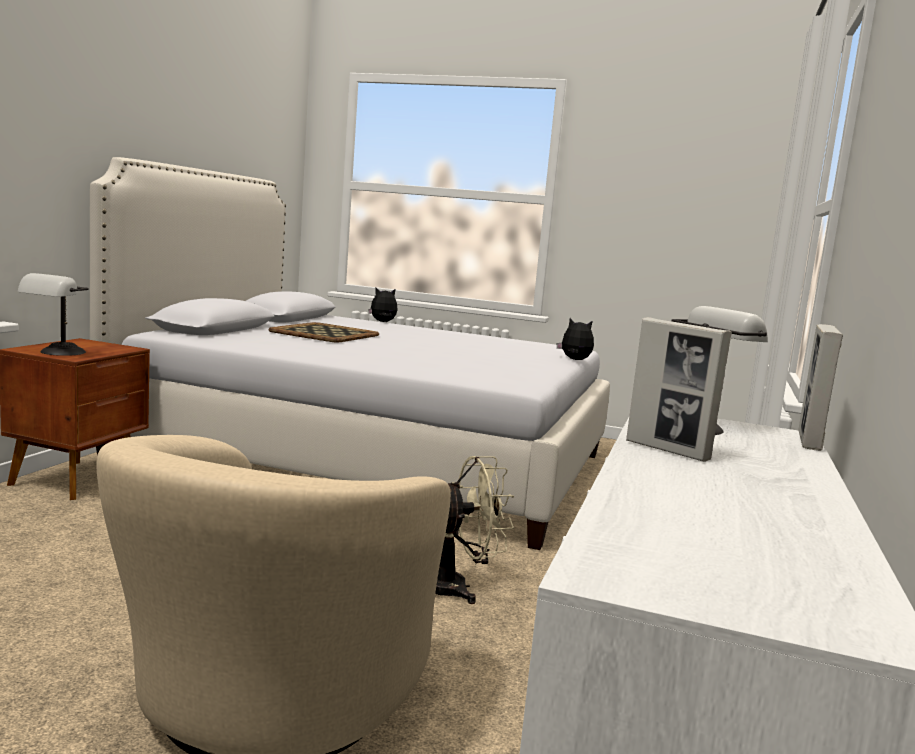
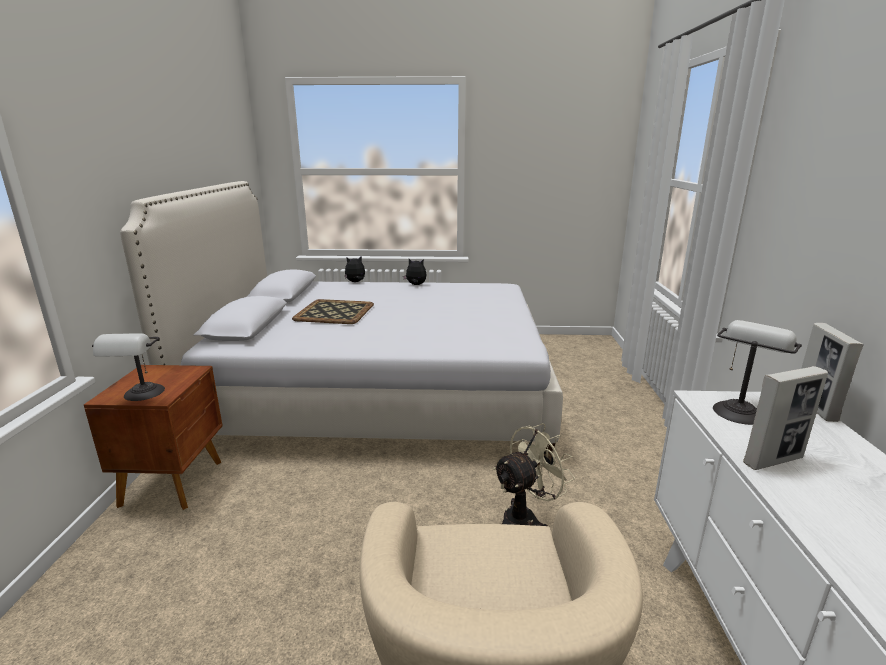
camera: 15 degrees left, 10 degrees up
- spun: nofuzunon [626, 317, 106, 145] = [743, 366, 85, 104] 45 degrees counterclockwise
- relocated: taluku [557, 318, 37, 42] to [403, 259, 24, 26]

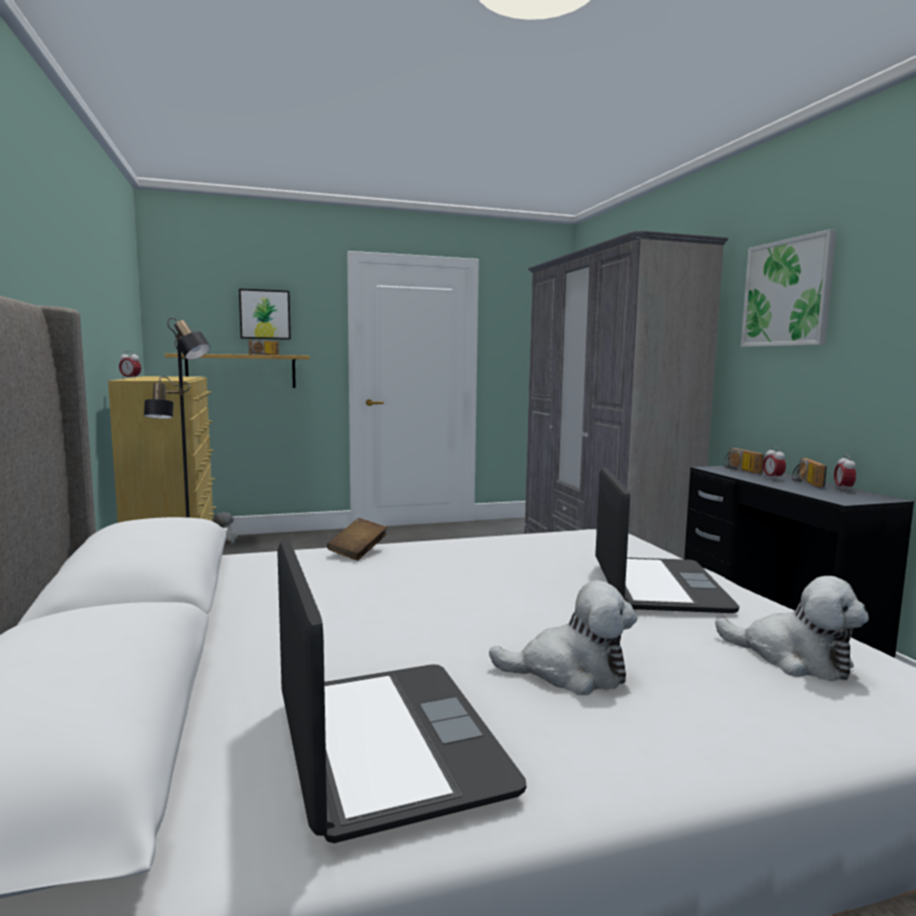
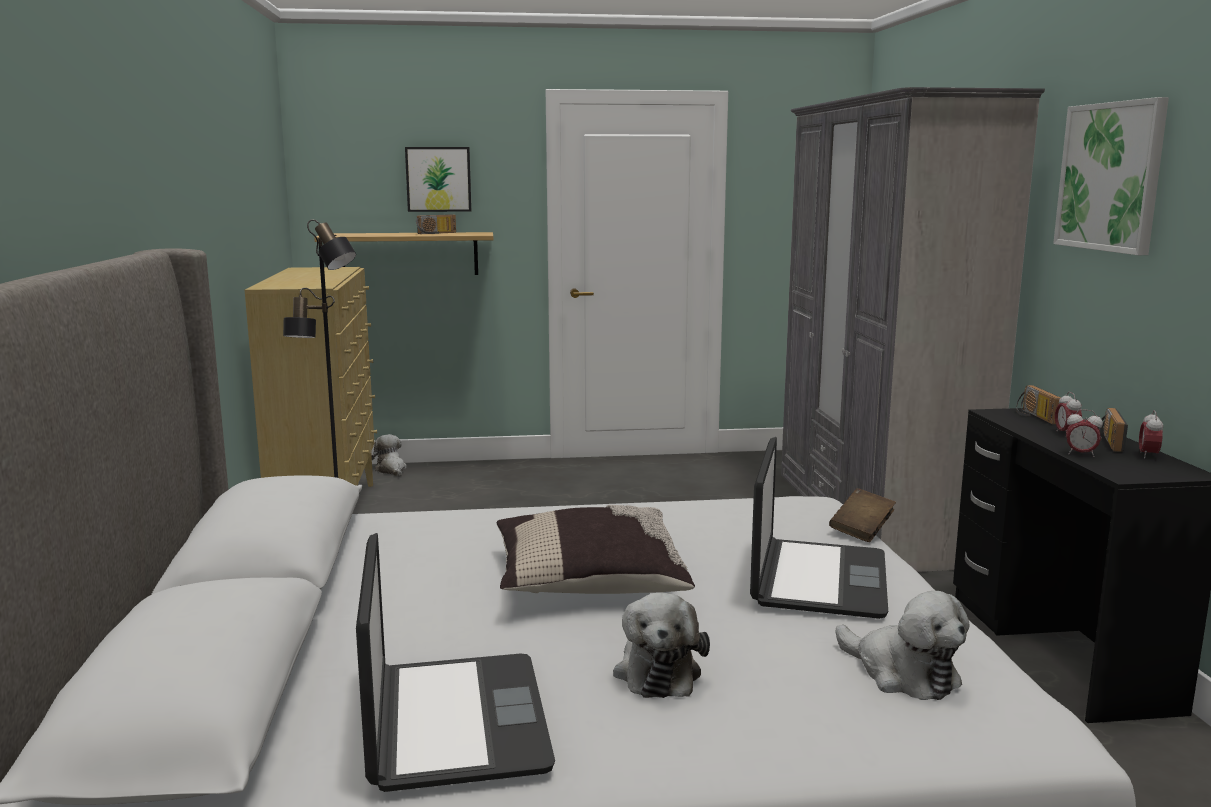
camera: 10 degrees right, 5 degrees up
- relocated: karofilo [119, 351, 22, 28] to [1066, 409, 37, 48]
- relocated: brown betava [327, 518, 60, 42] to [829, 488, 67, 54]
- spun: taluku [489, 580, 148, 115] = [613, 593, 97, 105] 75 degrees clockwise
- appeared: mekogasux [497, 505, 198, 89]

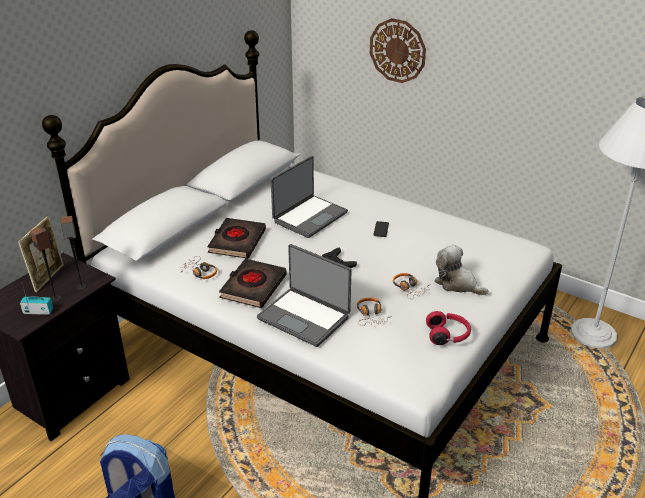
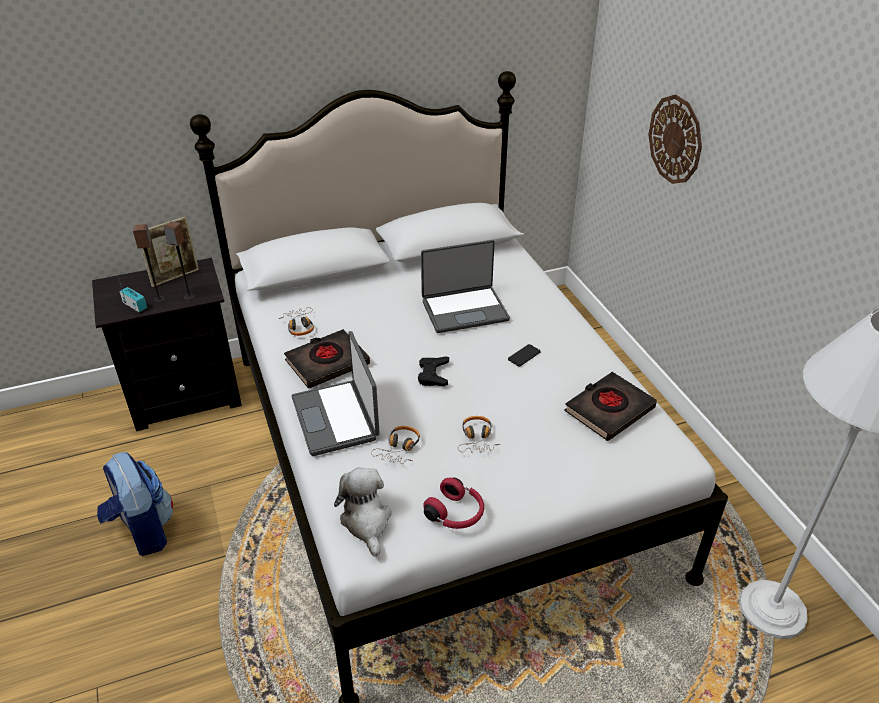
camera: 35 degrees right, 5 degrees up
- relocated: black betava [207, 218, 59, 41] to [564, 372, 93, 69]
- relocated: taluku [435, 245, 53, 50] to [334, 467, 58, 90]

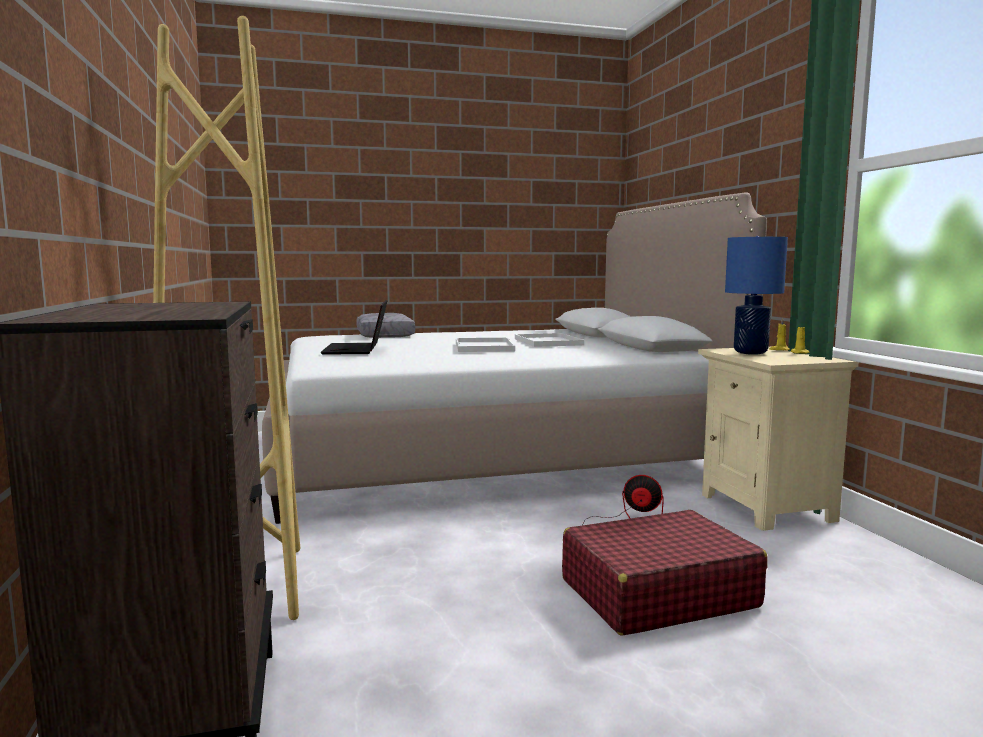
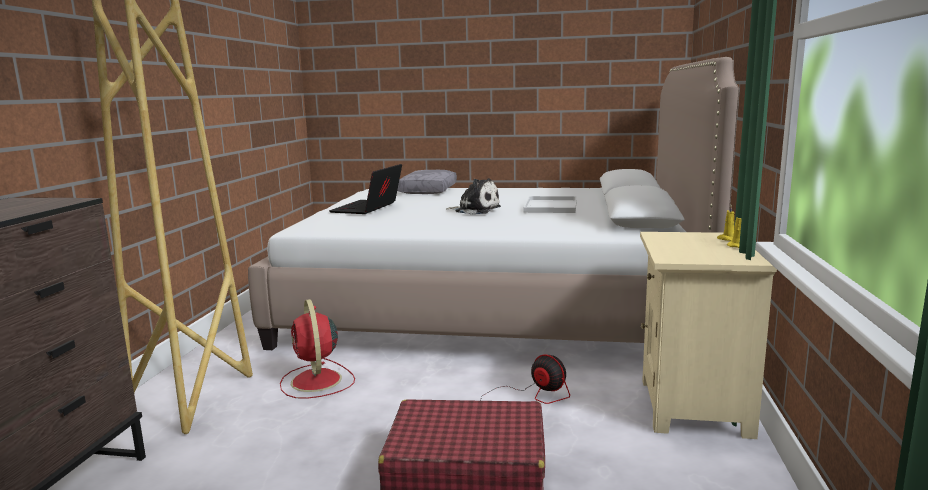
camera: 25 degrees right, 5 degrees up
- missing: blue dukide [725, 236, 63, 119]
- exchanged: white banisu [456, 337, 59, 15] to taluku [446, 178, 55, 37]
- appeared: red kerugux [280, 299, 75, 100]

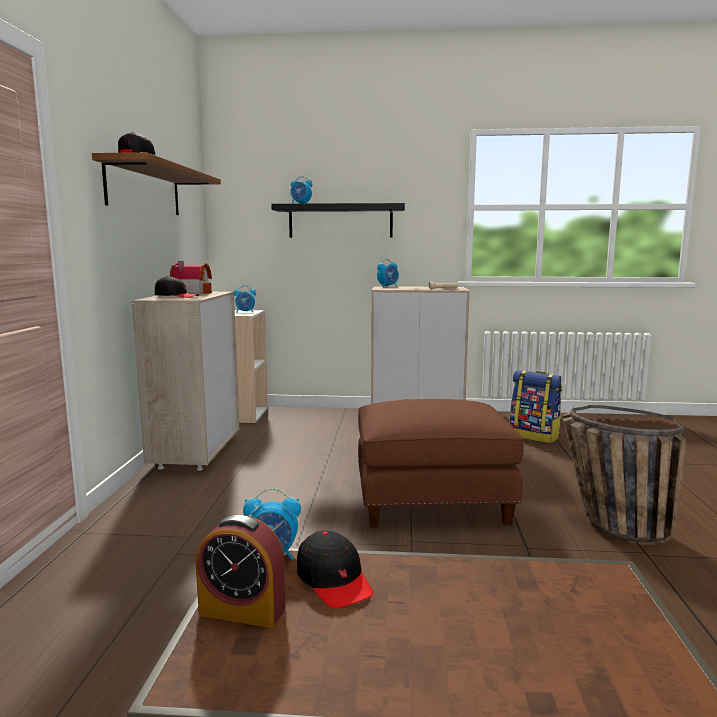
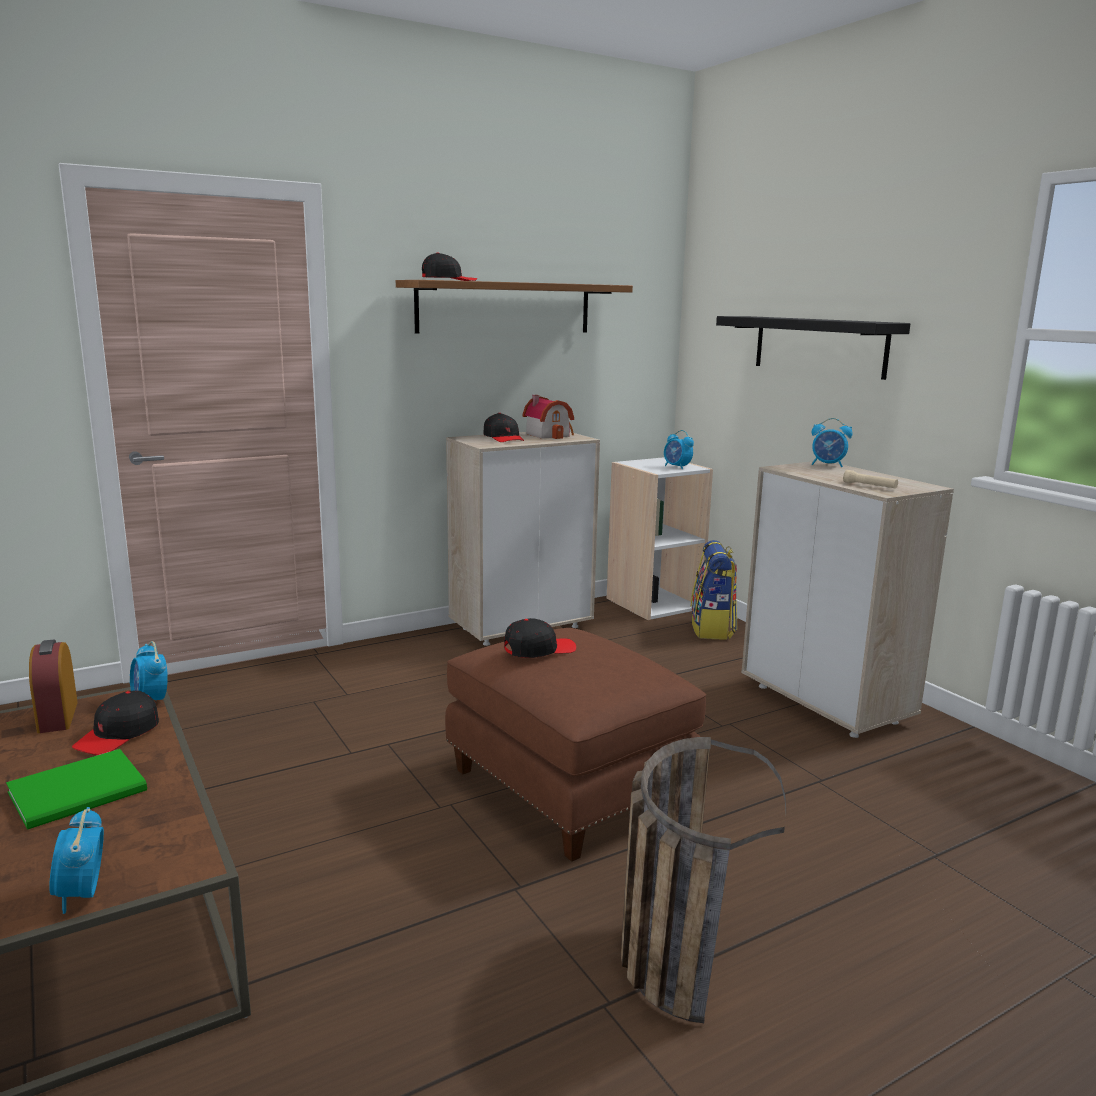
camera: 55 degrees right, 5 degrees up
- relocated: karofilo [290, 176, 22, 28] to [49, 807, 55, 107]
- relocated: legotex [509, 370, 53, 73] to [691, 540, 46, 99]
- appeared: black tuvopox [504, 618, 72, 40]
- appeared: green betava [6, 749, 141, 81]

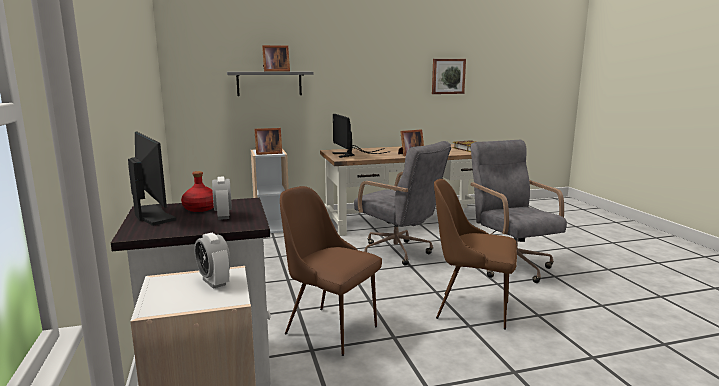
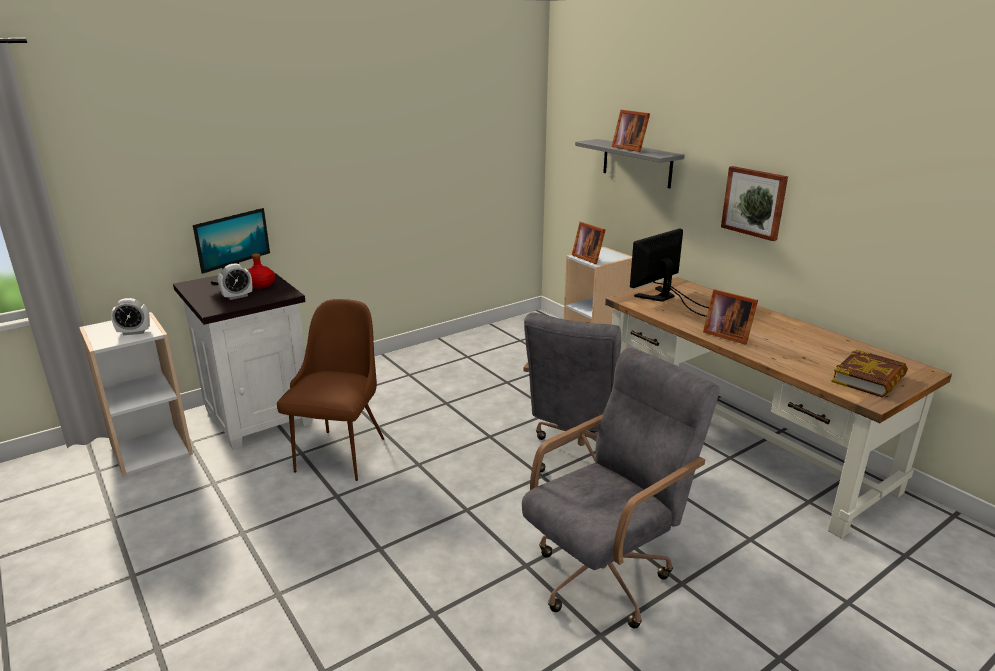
camera: 70 degrees right, 10 degrees up
- relocated: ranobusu [432, 59, 34, 35] to [721, 166, 67, 75]
- missing: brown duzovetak [434, 179, 83, 151]
- spun: karofilo [194, 233, 37, 56] = [111, 298, 39, 37] 135 degrees counterclockwise

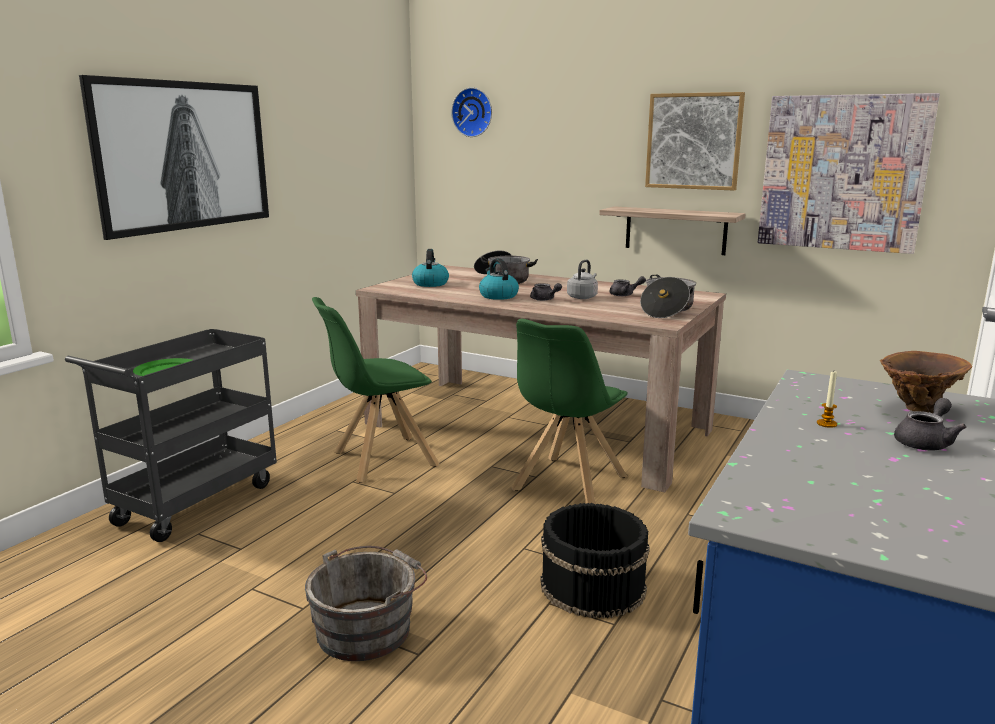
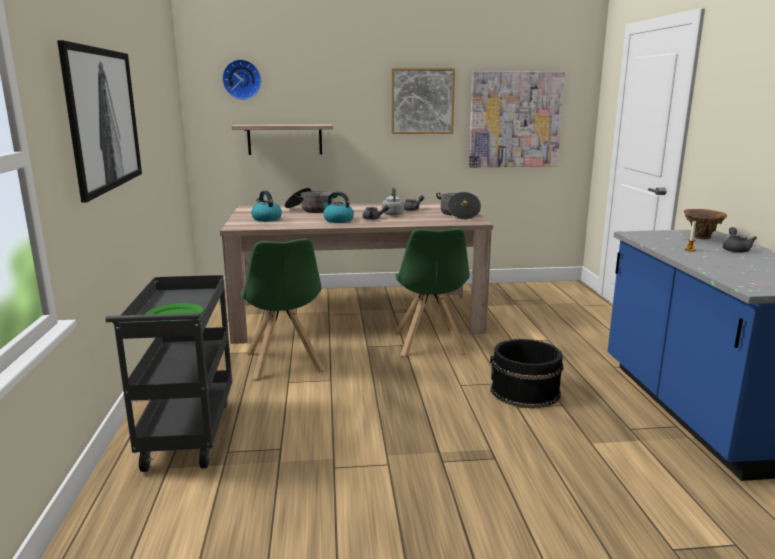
camera: 35 degrees left, 0 degrees up
- relocated: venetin [599, 206, 147, 49] to [231, 124, 102, 31]
- spun: green duzovetak [312, 297, 127, 186] = [241, 238, 83, 142] 45 degrees counterclockwise
- missing: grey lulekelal [305, 546, 122, 115]

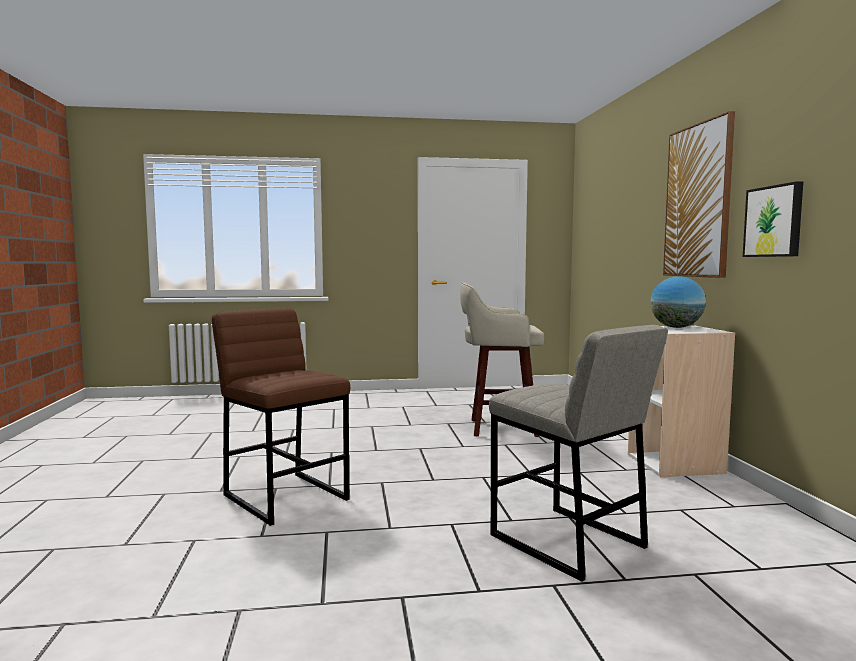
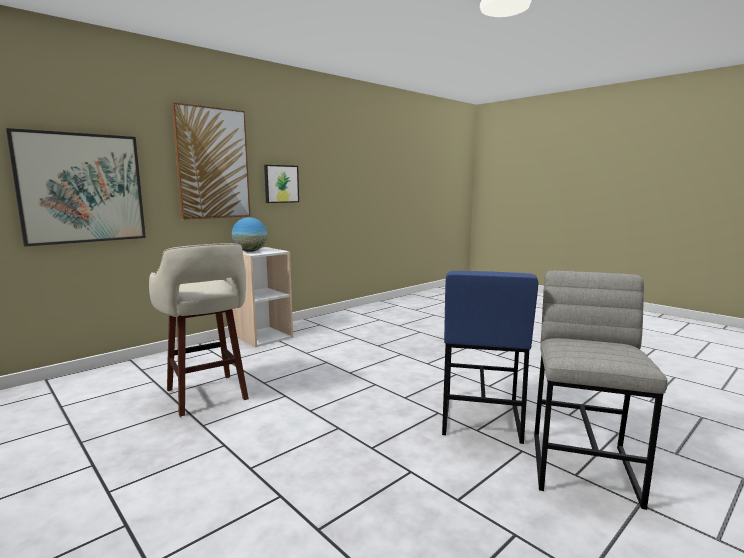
camera: 125 degrees left, 5 degrees up
- colour: brown duzovetak [212, 308, 138, 218] to blue duzovetak [442, 271, 96, 173]
- relocated: grey duzovetak [489, 325, 179, 257] to [534, 271, 133, 239]
- appeared: ranobusu [6, 128, 140, 119]

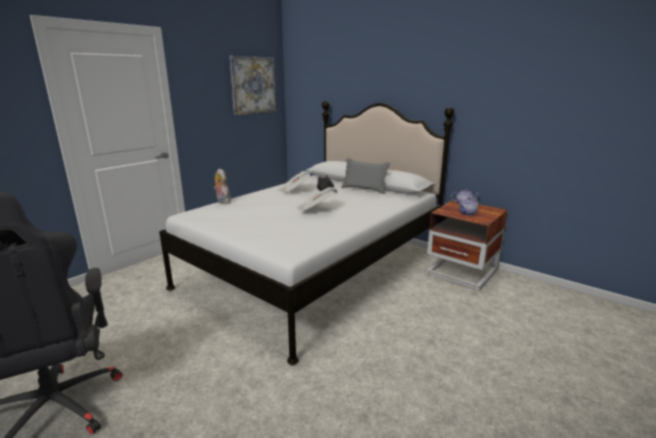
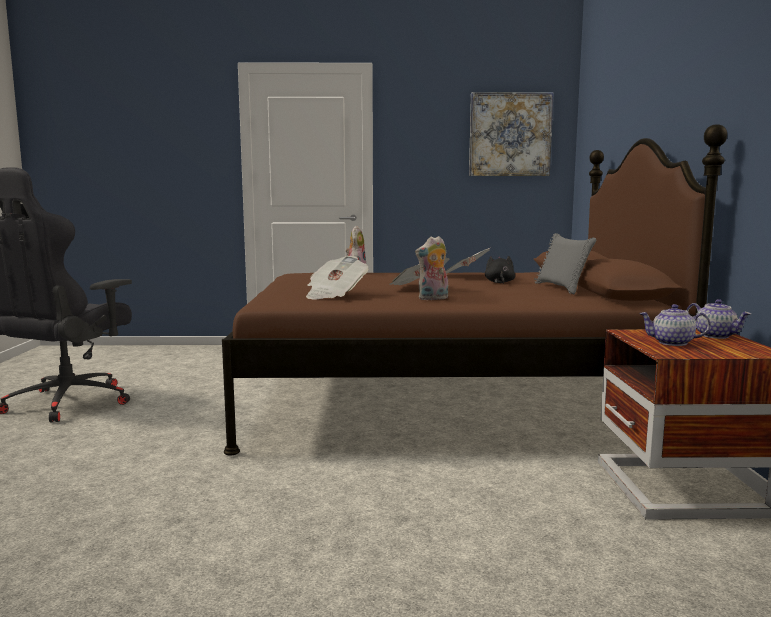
camera: 50 degrees right, 10 degrees down
- colour: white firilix [159, 101, 296, 264] to brown firilix [222, 124, 505, 331]
- appeared: taluku [415, 236, 33, 64]
- appeared: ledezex [306, 256, 63, 44]

